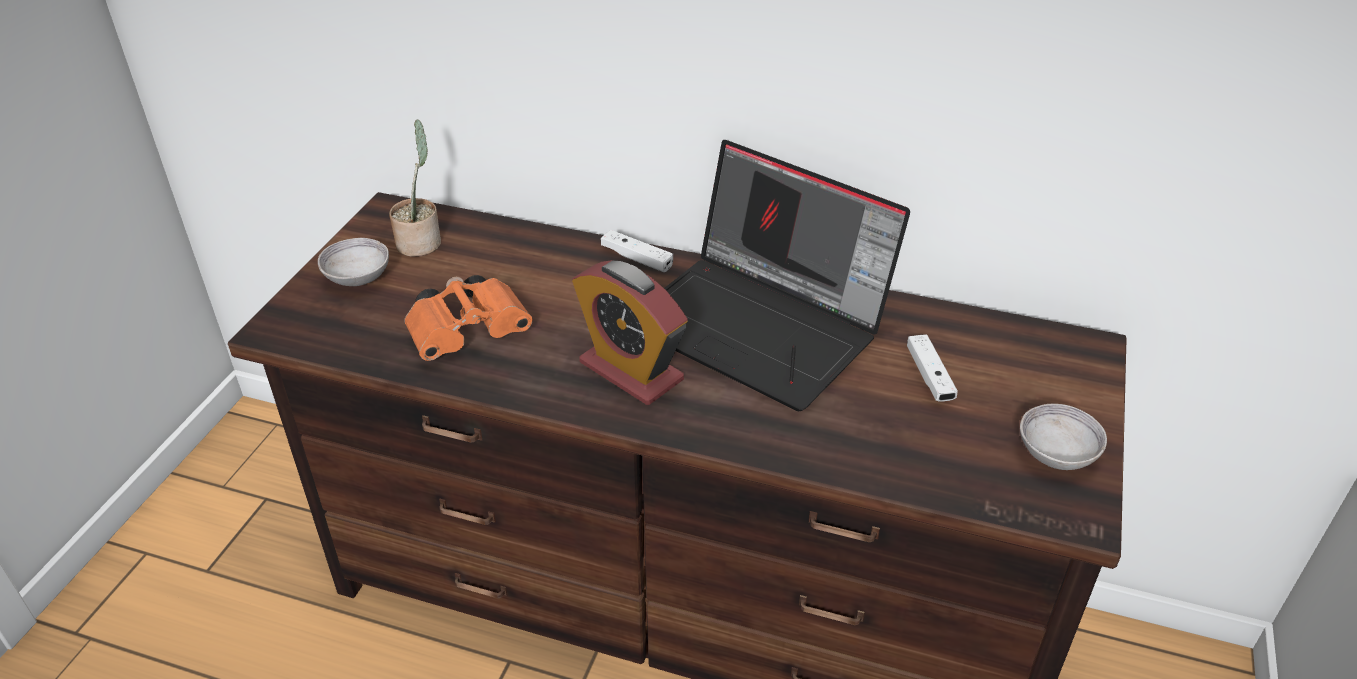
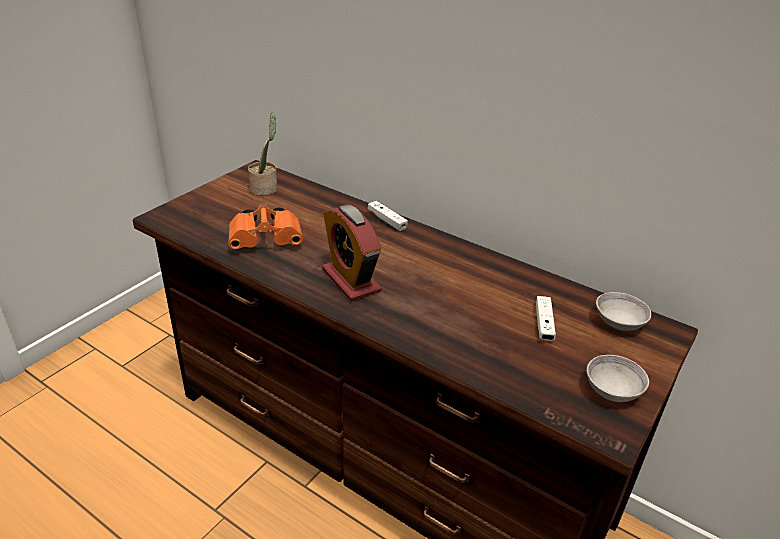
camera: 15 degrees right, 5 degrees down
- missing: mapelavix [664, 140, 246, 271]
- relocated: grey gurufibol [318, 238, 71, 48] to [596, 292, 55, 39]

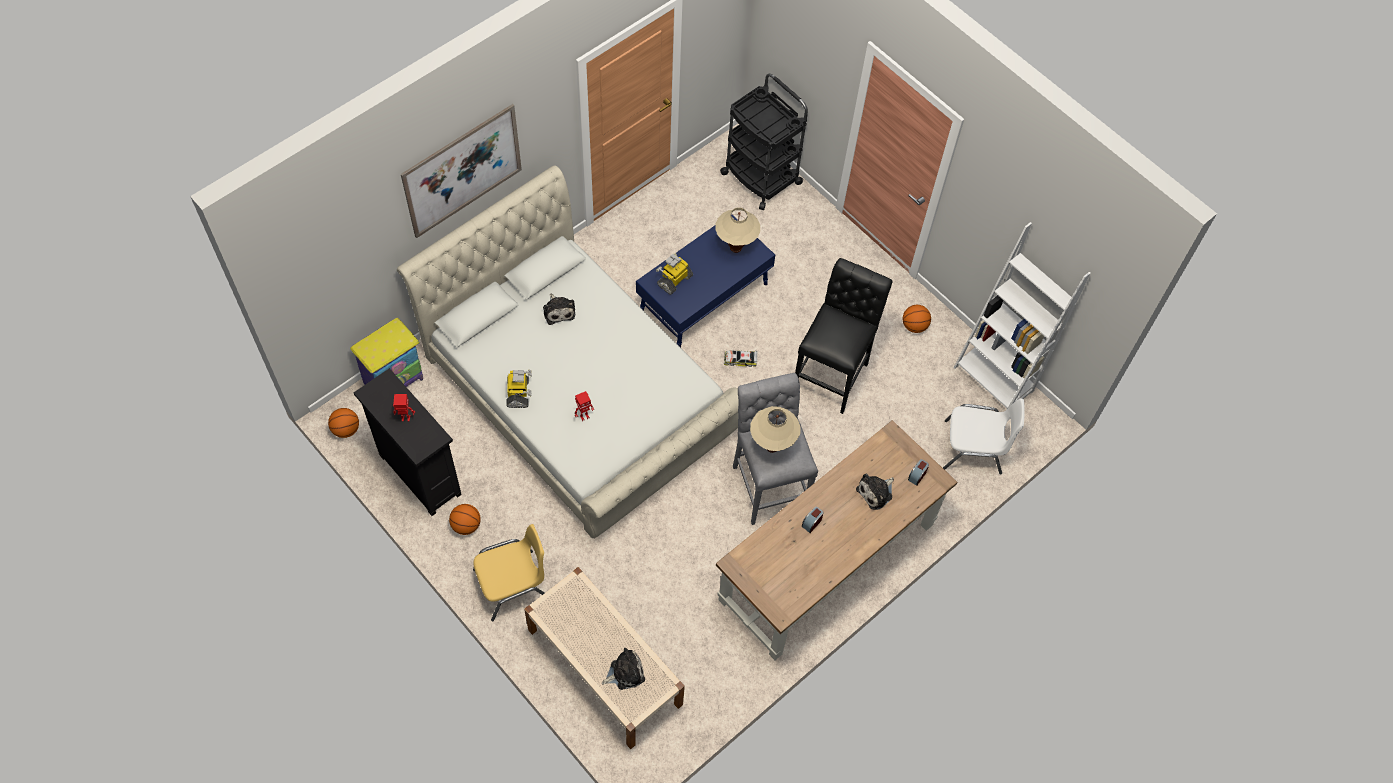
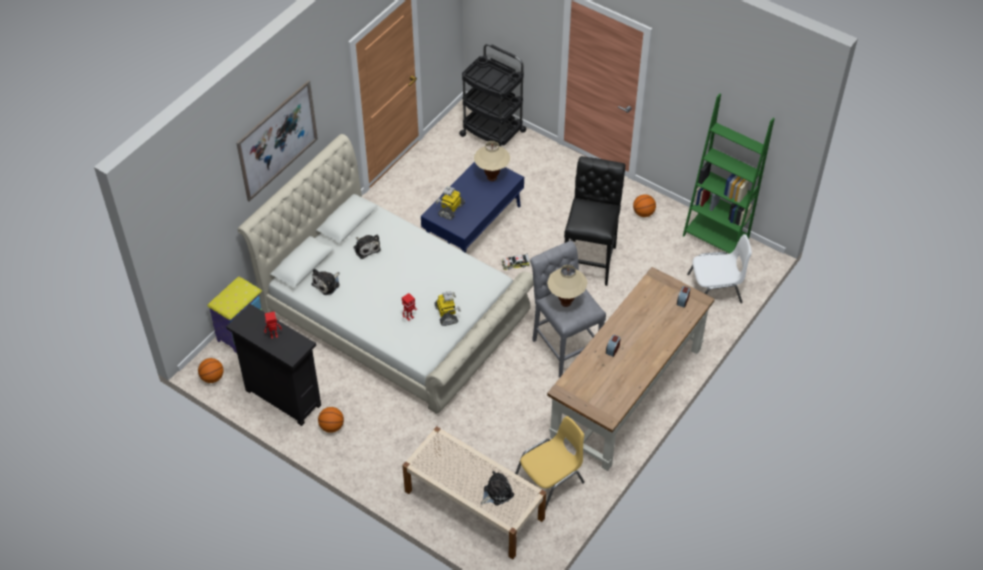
camera: 10 degrees left, 10 degrees down
- colour: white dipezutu [954, 222, 137, 187] to green dipezutu [683, 93, 92, 161]
- relocated: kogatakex [506, 369, 26, 39] to [435, 291, 26, 35]
- relocated: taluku [856, 474, 38, 36] to [312, 269, 28, 26]
- relocated: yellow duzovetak [473, 524, 72, 97] to [515, 416, 70, 94]

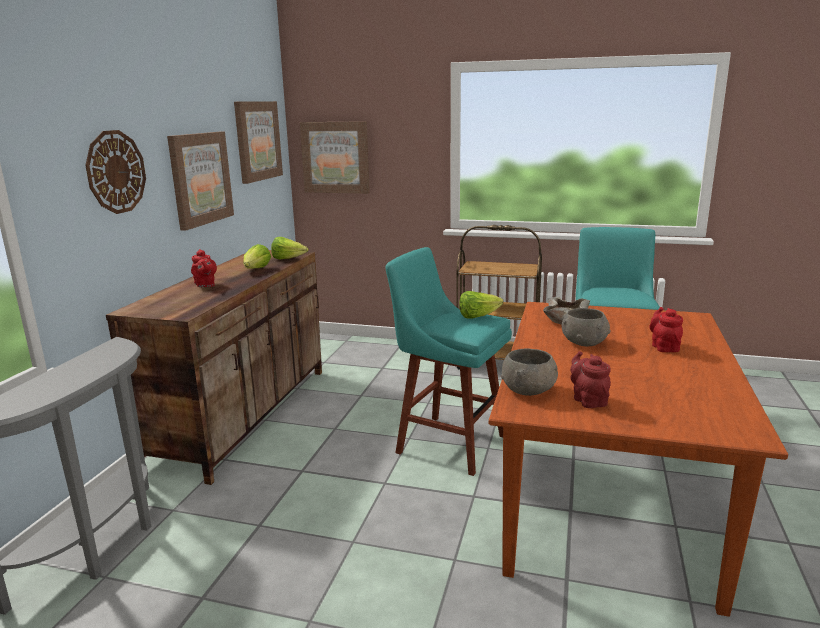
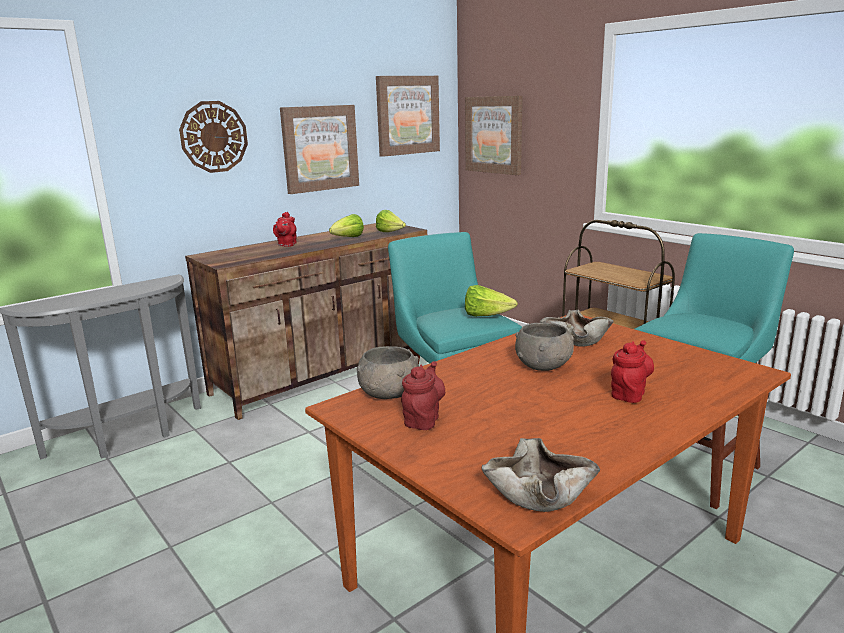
camera: 35 degrees right, 0 degrees up
- appeared: beige gurufibol [481, 438, 119, 74]

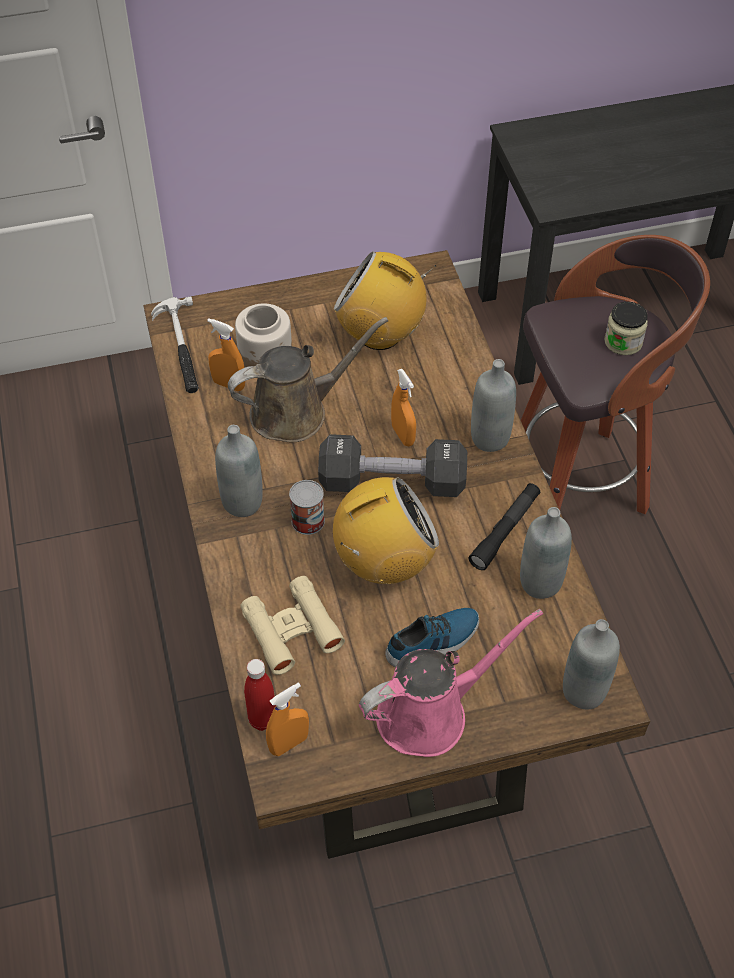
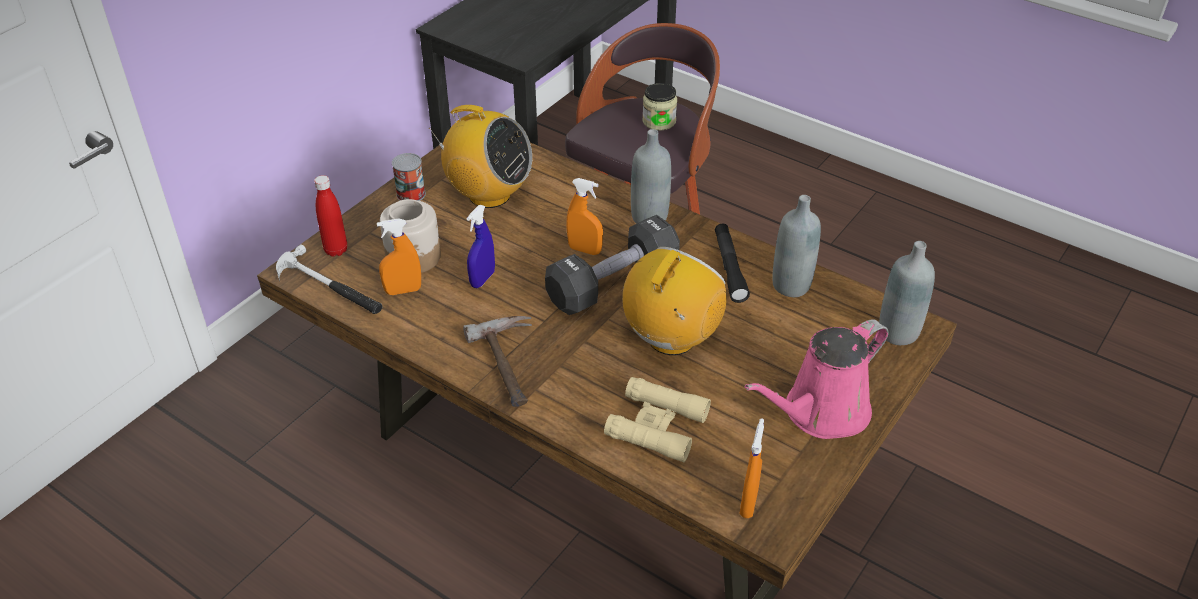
camera: 40 degrees left, 10 degrees down
- spun: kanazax [334, 252, 102, 98] = [429, 105, 103, 103] 135 degrees counterclockwise
- exchanged: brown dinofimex [228, 317, 160, 126] to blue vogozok [467, 205, 28, 83]
- exchanged: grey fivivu [215, 425, 48, 92] to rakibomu [463, 316, 69, 91]
- relocated: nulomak [289, 480, 36, 55] to [392, 153, 34, 48]
- missing: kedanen [385, 608, 94, 59]
- spun: pink dinofimex [359, 609, 184, 148] = [745, 319, 144, 120] 150 degrees counterclockwise
- relocated: red fivivu [244, 659, 32, 72] to [314, 175, 33, 82]

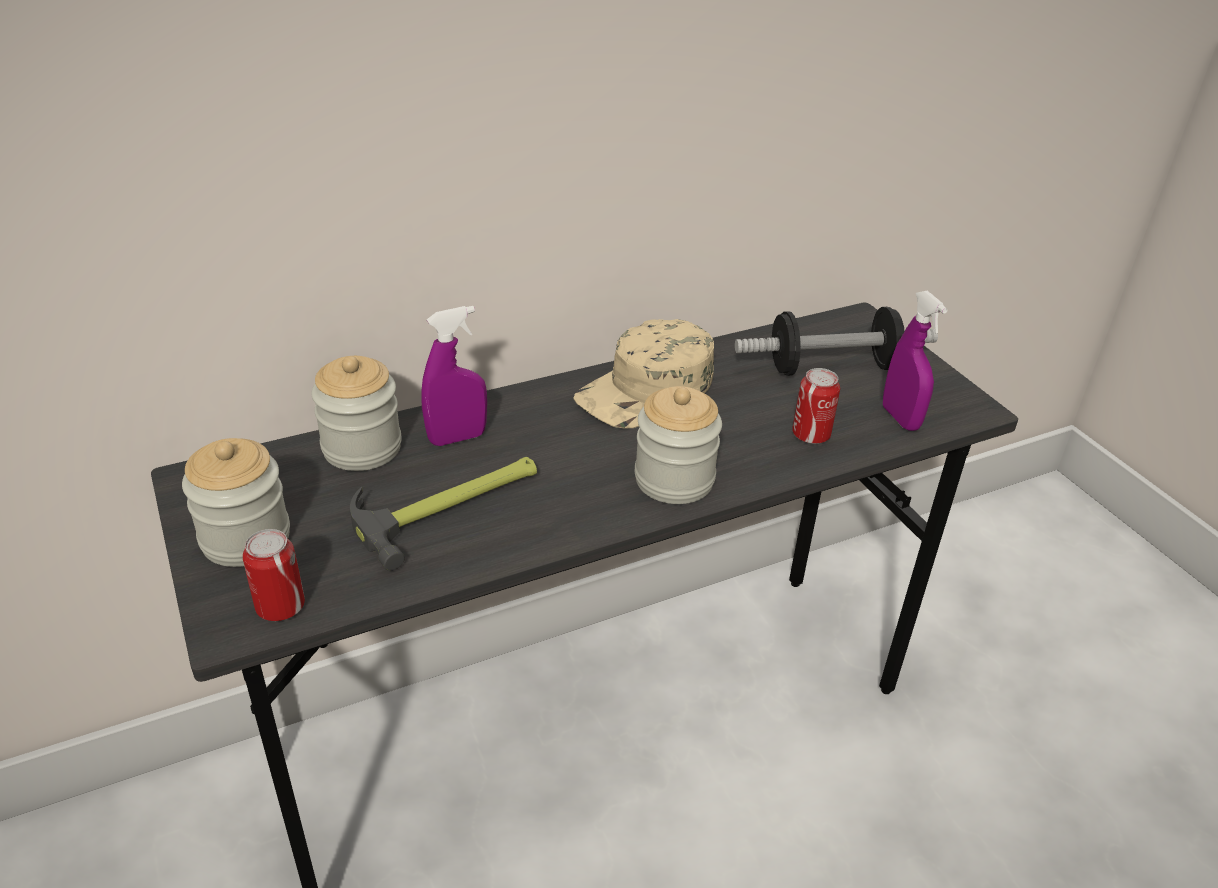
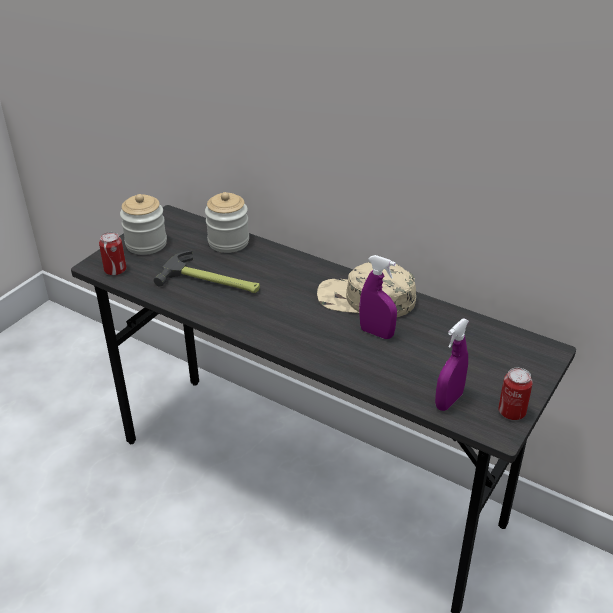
camera: 60 degrees right, 0 degrees up
- relocated: purple vogozok [421, 306, 66, 140] to [359, 255, 38, 84]
- missing: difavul [735, 307, 203, 69]
- relocated: nulomak [792, 368, 48, 76] to [498, 368, 35, 52]
- missing: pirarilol [635, 386, 87, 118]

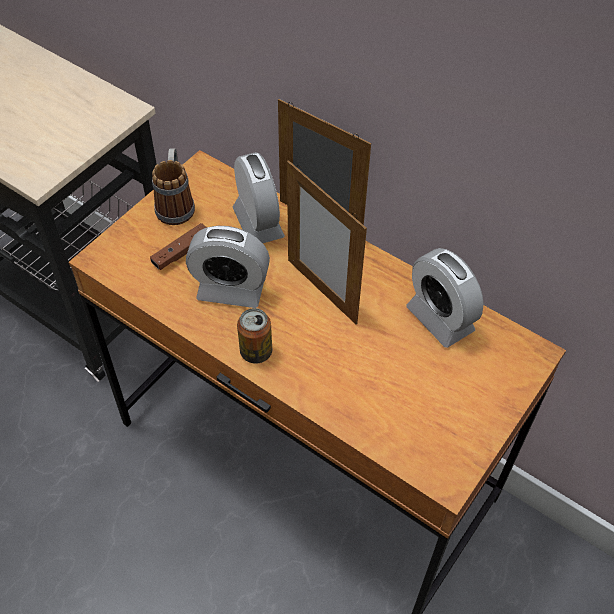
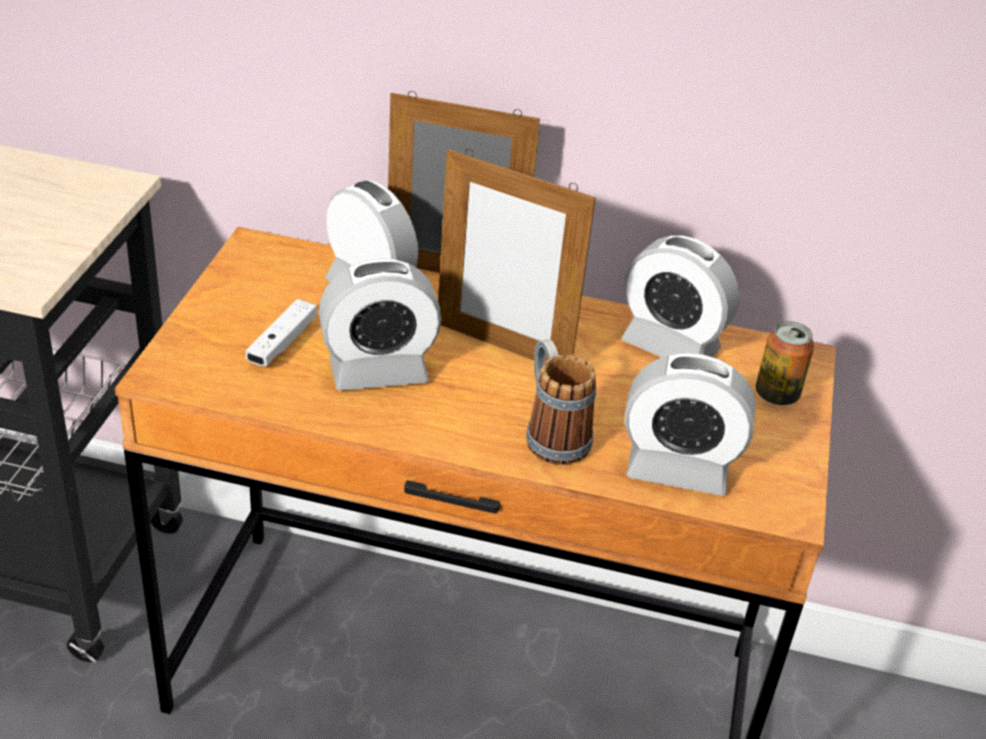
camera: 25 degrees left, 15 degrees down
- relocated: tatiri [152, 149, 43, 76] to [526, 339, 70, 126]
- colour: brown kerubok [150, 223, 57, 47] to white kerubok [246, 299, 71, 68]
- relocated: nulomak [237, 308, 35, 56] to [756, 321, 58, 84]
- appeared: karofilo [625, 353, 131, 143]

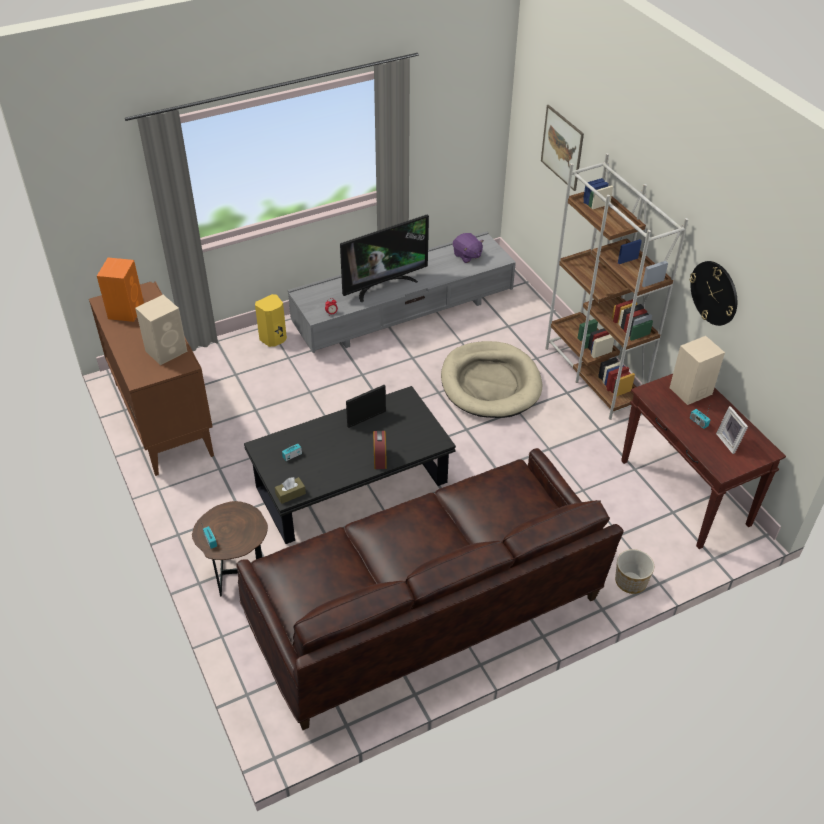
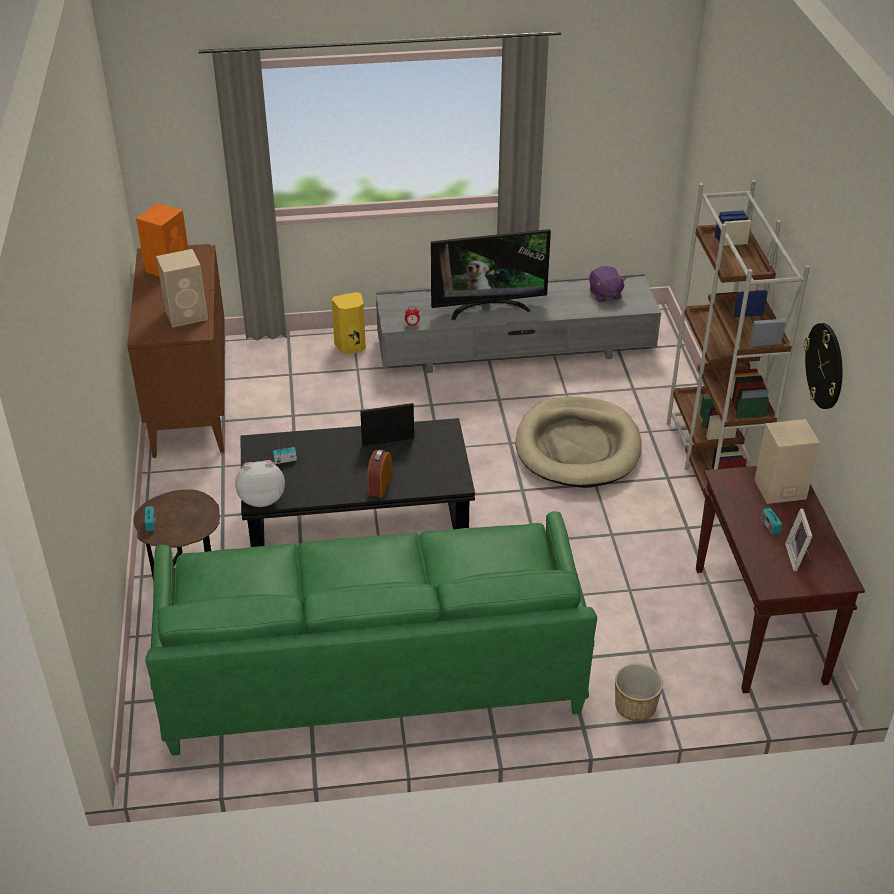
camera: 20 degrees right, 5 degrees down
- missing: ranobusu [541, 105, 43, 86]
- colour: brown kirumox [236, 448, 388, 282] to green kirumox [145, 511, 452, 245]
- exchanged: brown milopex [275, 477, 31, 27] to taluku [235, 460, 50, 47]

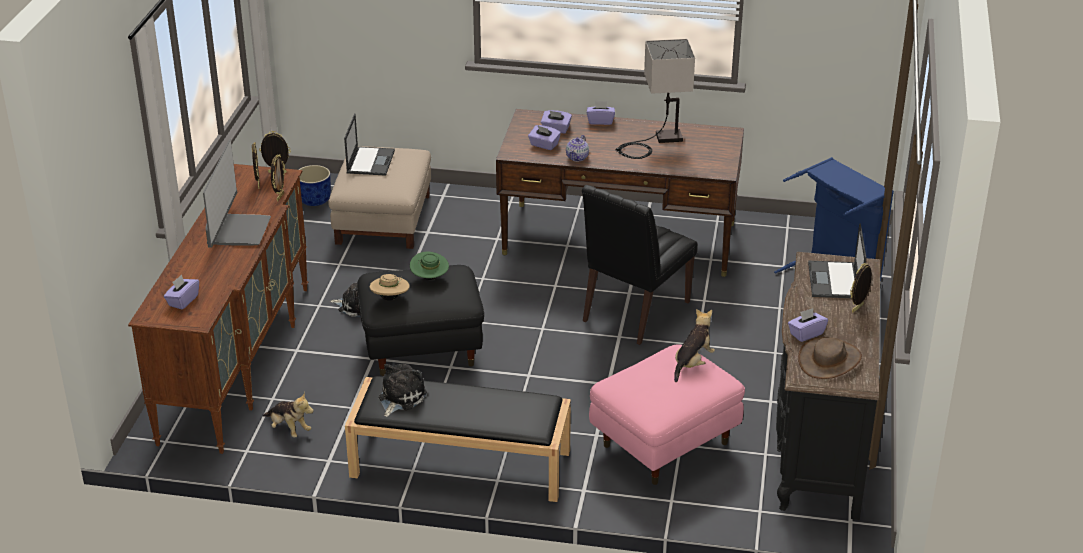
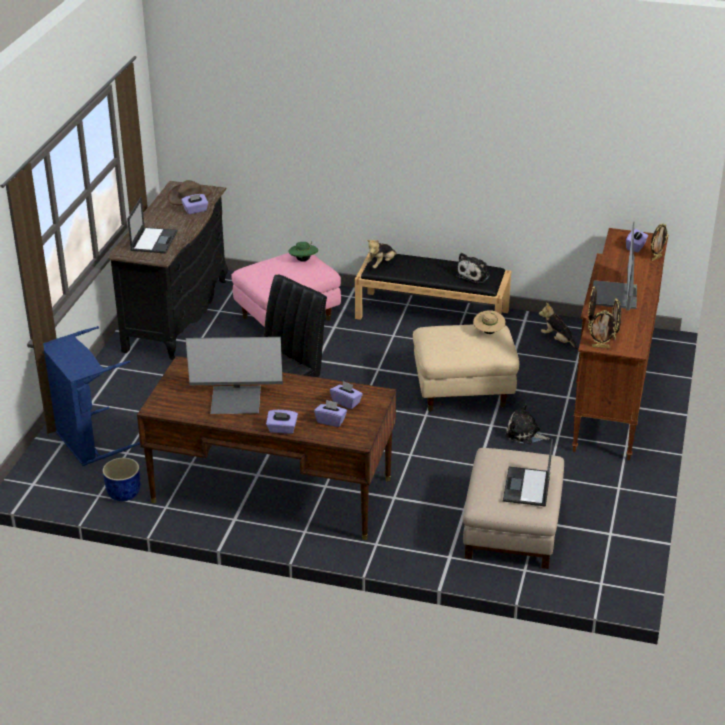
camera: 175 degrees left, 0 degrees up
- exchanged: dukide [616, 39, 79, 120] to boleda [186, 337, 97, 77]
- missing: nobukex [566, 135, 23, 26]
- relocated: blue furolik [299, 165, 32, 41] to [103, 458, 37, 43]
- relocated: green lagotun [410, 252, 39, 28] to [289, 241, 29, 21]
- relocated: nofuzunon [850, 263, 22, 49] to [651, 224, 17, 37]
- colour: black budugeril [357, 265, 127, 111] to beige budugeril [413, 325, 106, 86]
- relocated: taluku [674, 309, 41, 73] to [365, 239, 32, 29]

